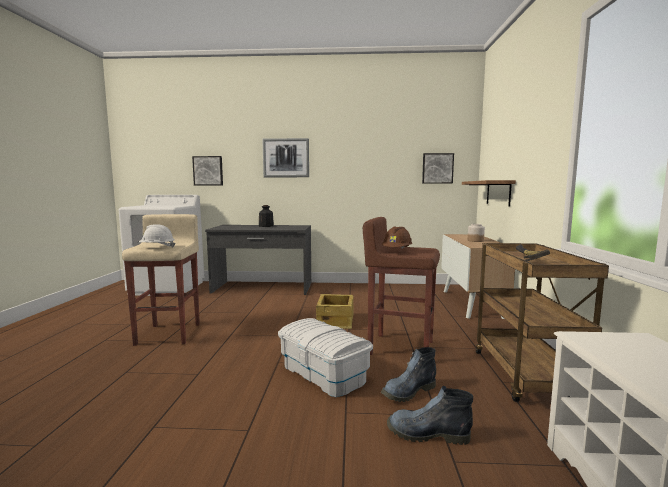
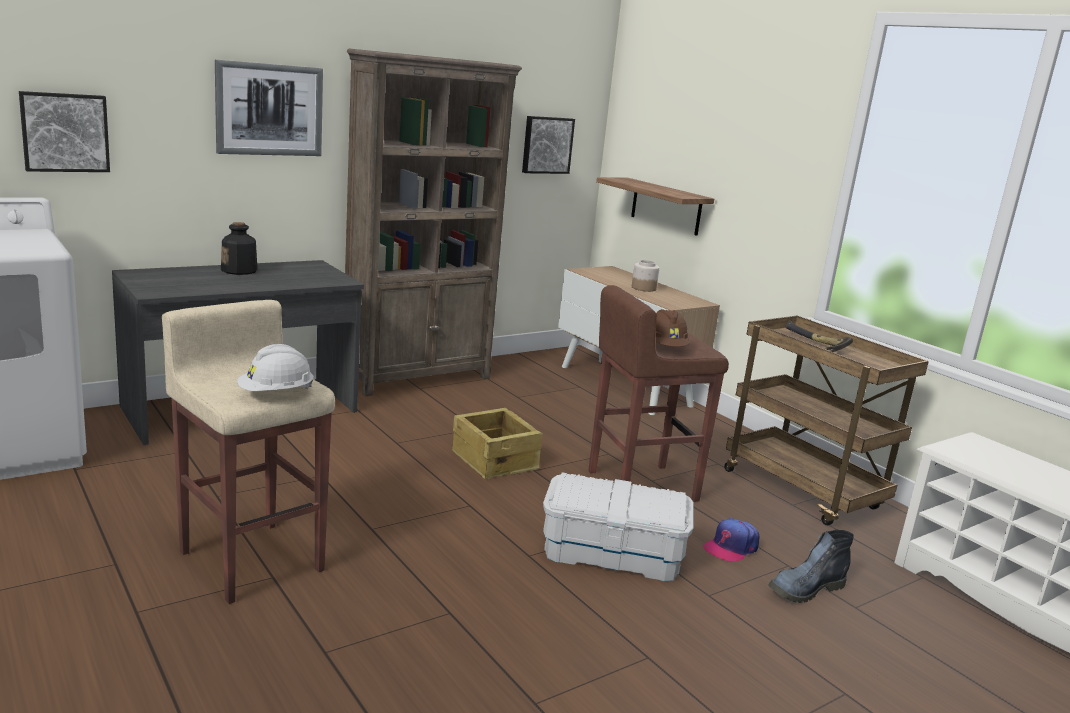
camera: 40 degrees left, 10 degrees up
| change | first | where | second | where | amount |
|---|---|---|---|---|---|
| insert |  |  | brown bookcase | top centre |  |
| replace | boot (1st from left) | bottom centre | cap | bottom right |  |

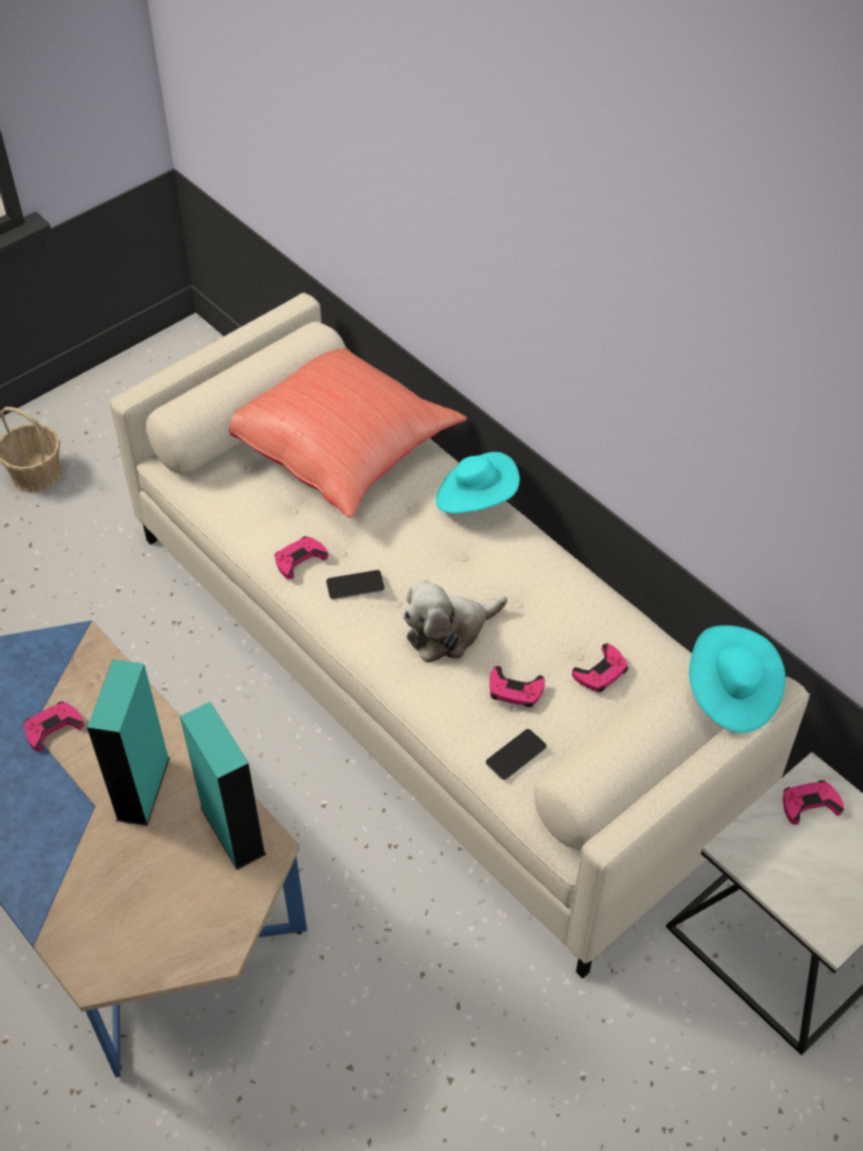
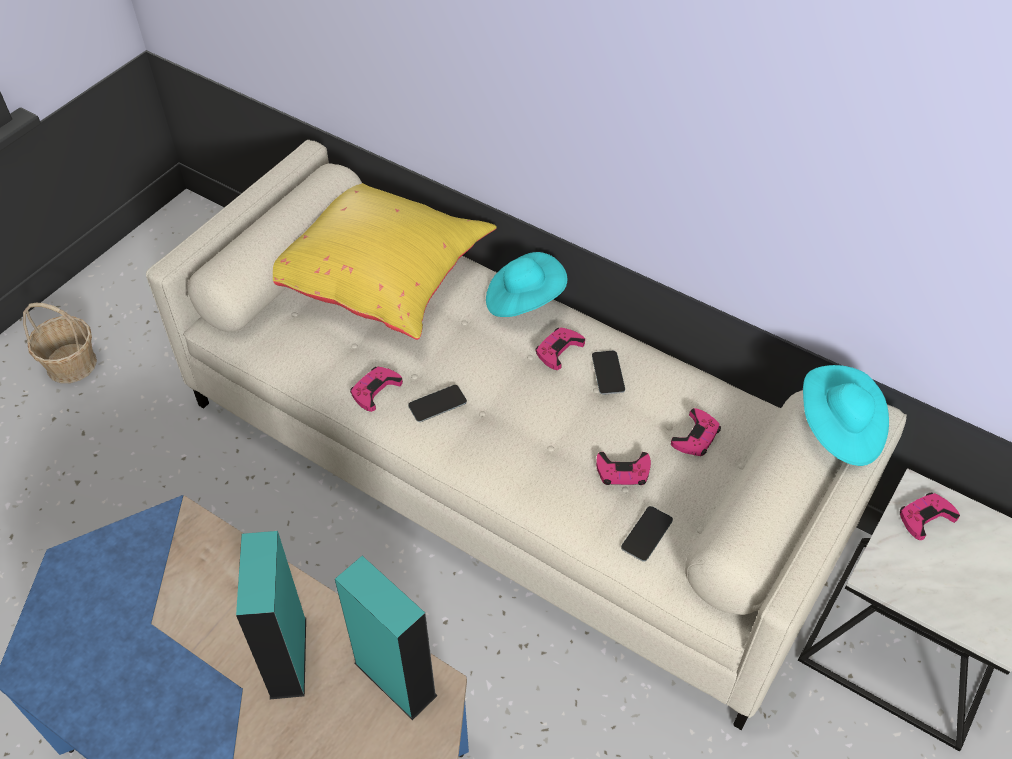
camera: 15 degrees left, 0 degrees up
| change | first | where | second | where | amount |
|---|---|---|---|---|---|
| delete | plush toy | centre |  |  |  |
| insert |  |  | phone (2nd from left) | centre |  |
| move | pink game controller (1st from left in the first image) | middle left | pink game controller (2nd from left) | centre |  |
| recolor | red pillow | centre | yellow pillow | centre |  |

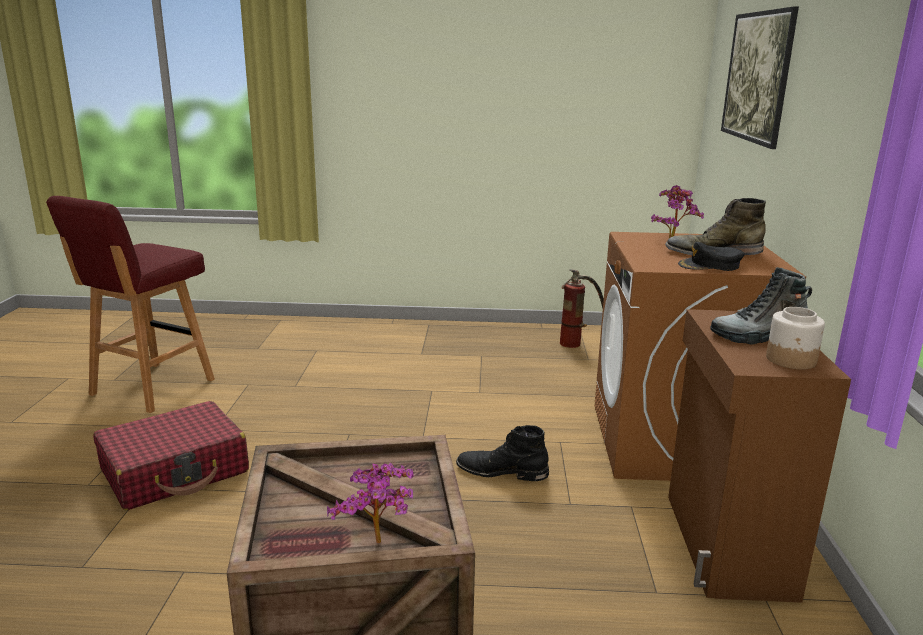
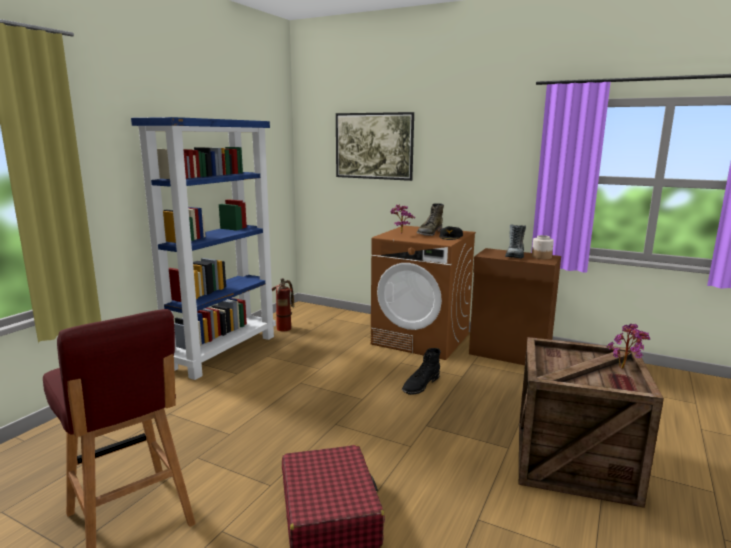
camera: 65 degrees left, 5 degrees down
| change | first | where | second | where | amount |
|---|---|---|---|---|---|
| insert |  |  | blue bookcase | middle left |  |

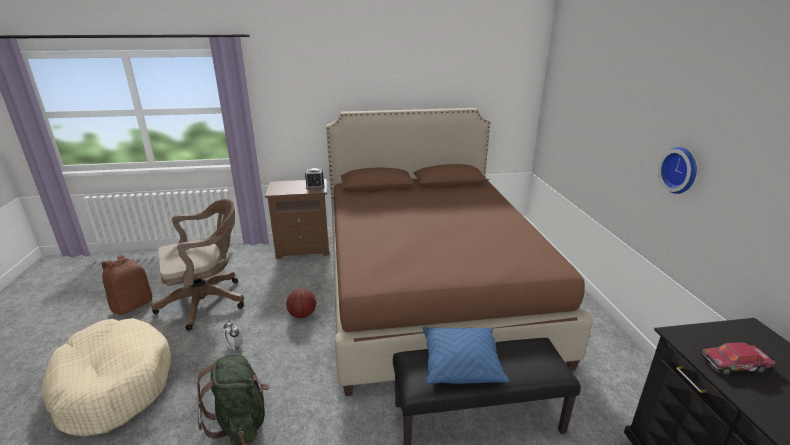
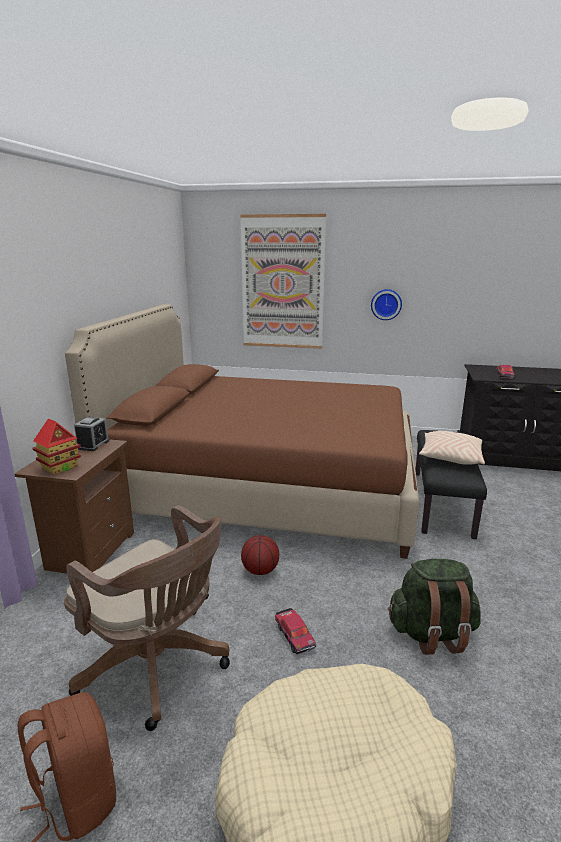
camera: 70 degrees left, 5 degrees down
| change | first | where | second | where | amount |
|---|---|---|---|---|---|
| insert |  |  | toy house | middle left |  |
| insert |  |  | picture | centre |  |
| replace | alarm clock (1st from left) | bottom left | toy car (1st from left) | bottom centre |  |
| recolor | blue pillow | bottom centre | beige pillow | middle right |  |
| rotate | brown office chair | middle left |  | bottom left | 135 degrees clockwise |

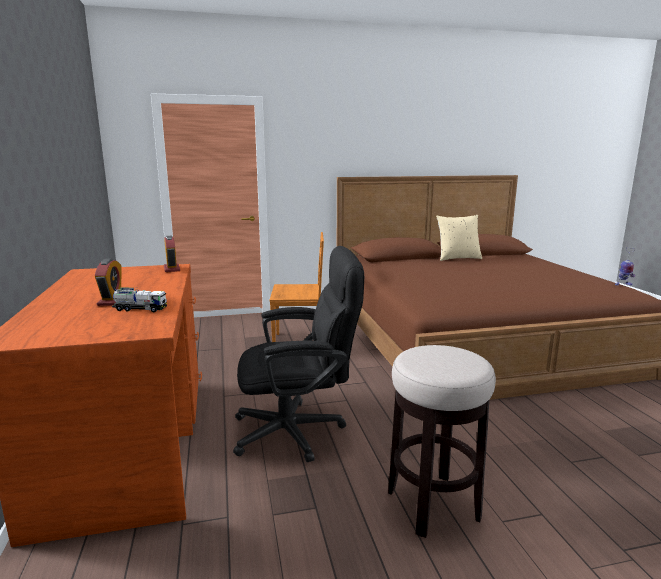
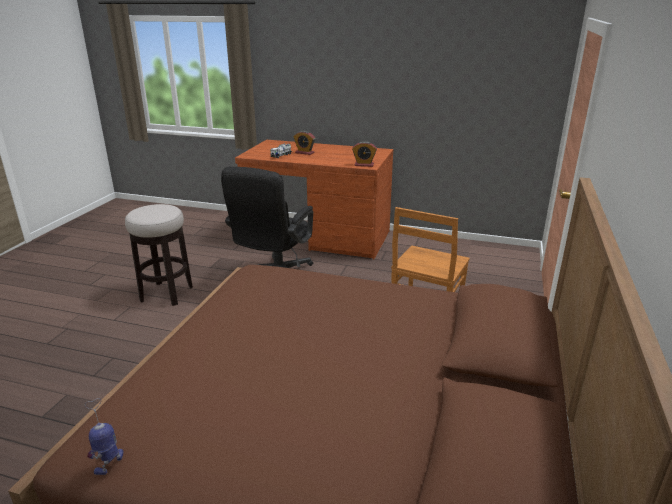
camera: 120 degrees right, 10 degrees up
| change | first | where | second | where | amount |
|---|---|---|---|---|---|
| delete | beige pillow | middle right |  |  |  |

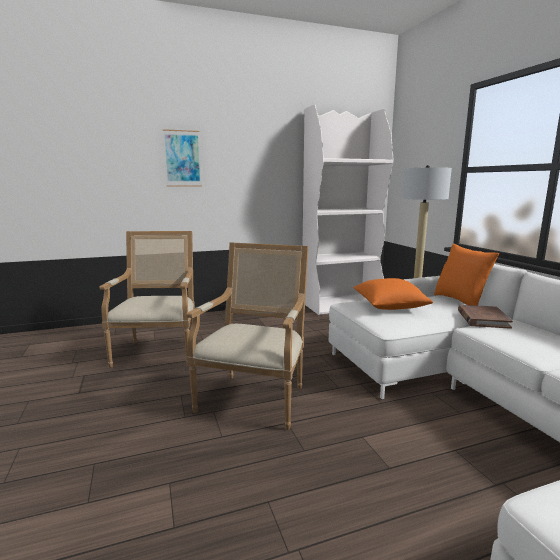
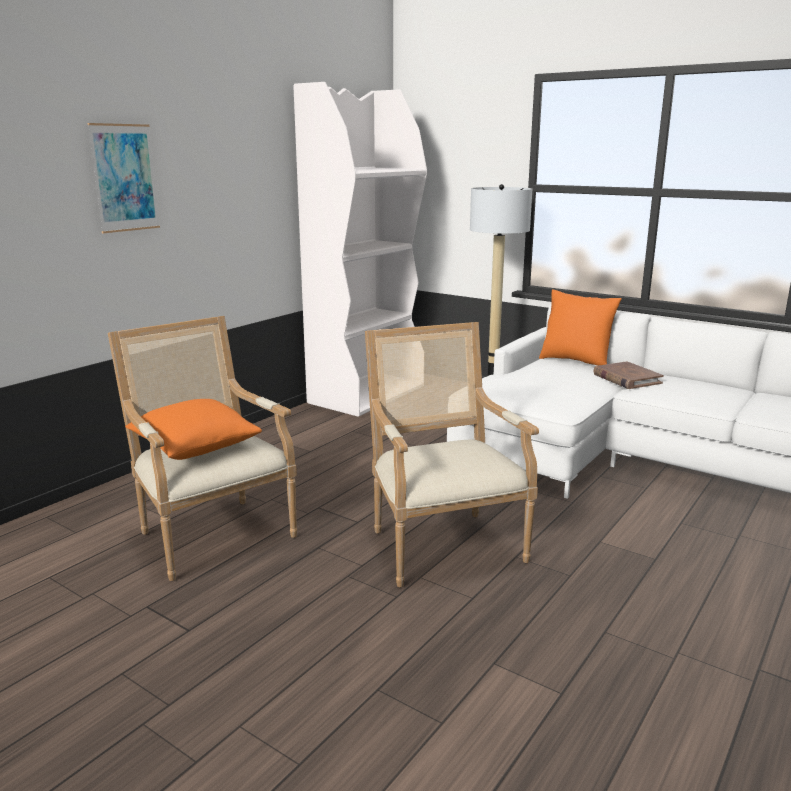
camera: 35 degrees left, 5 degrees up
| change | first | where | second | where | amount |
|---|---|---|---|---|---|
| move | orange pillow (1st from left) | middle right |  | middle left |  |

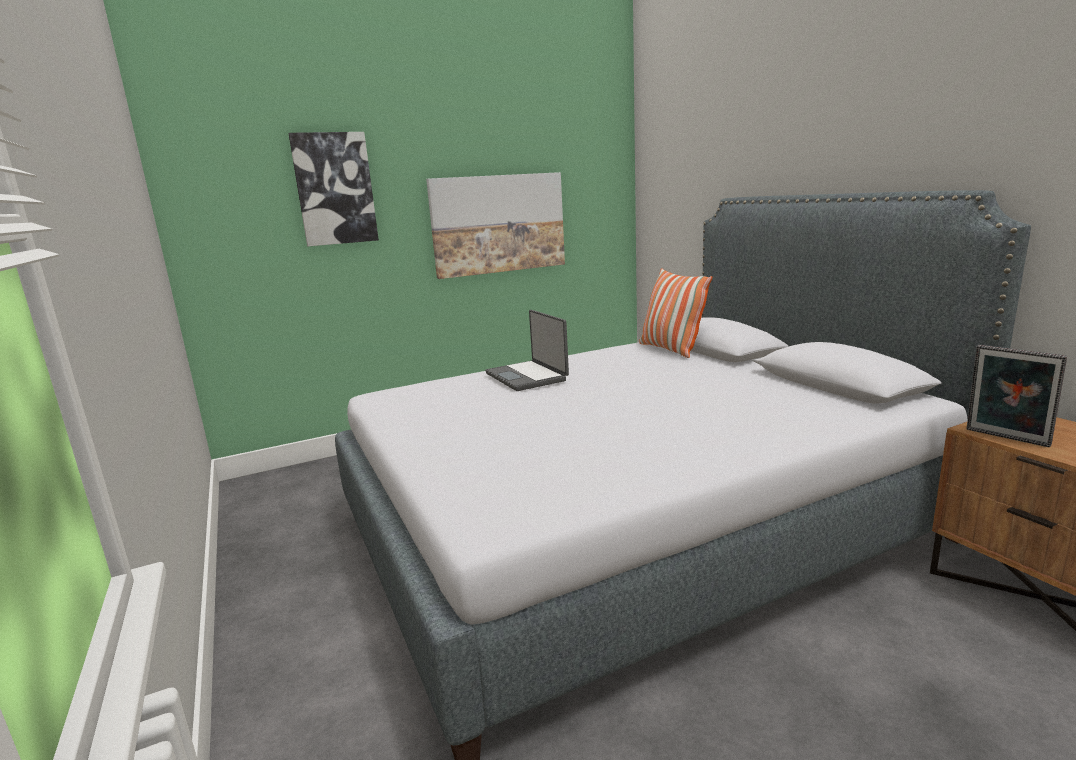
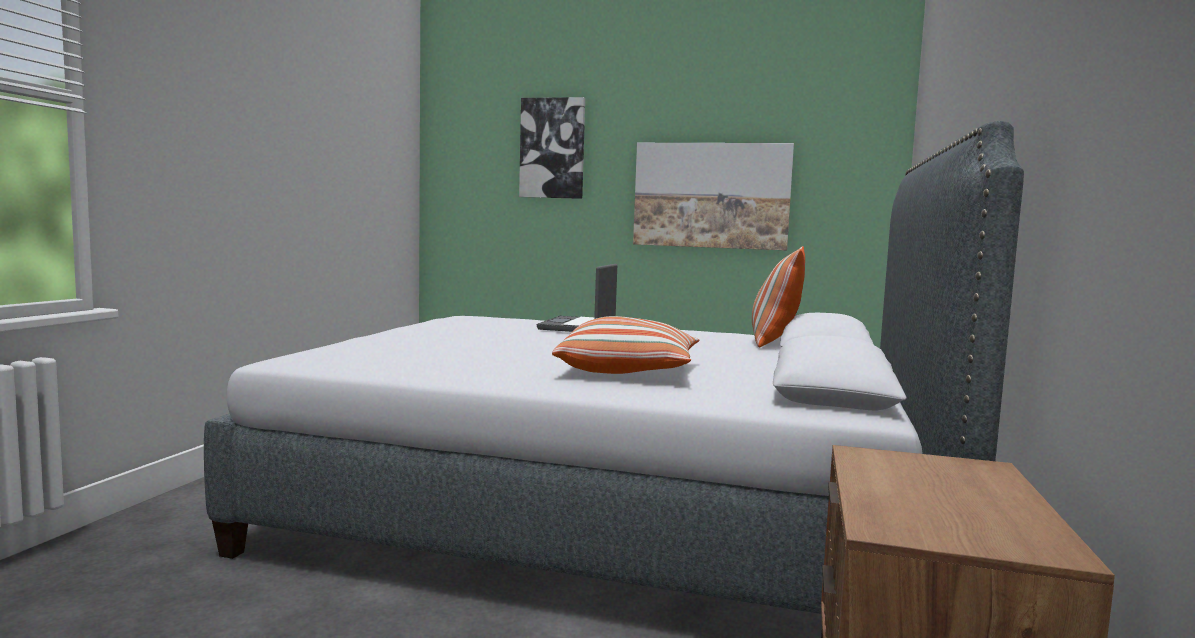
camera: 40 degrees right, 10 degrees down
| change | first | where | second | where | amount |
|---|---|---|---|---|---|
| delete | picture frame | middle right |  |  |  |
| insert |  |  | pillow (1st from left) | centre |  |

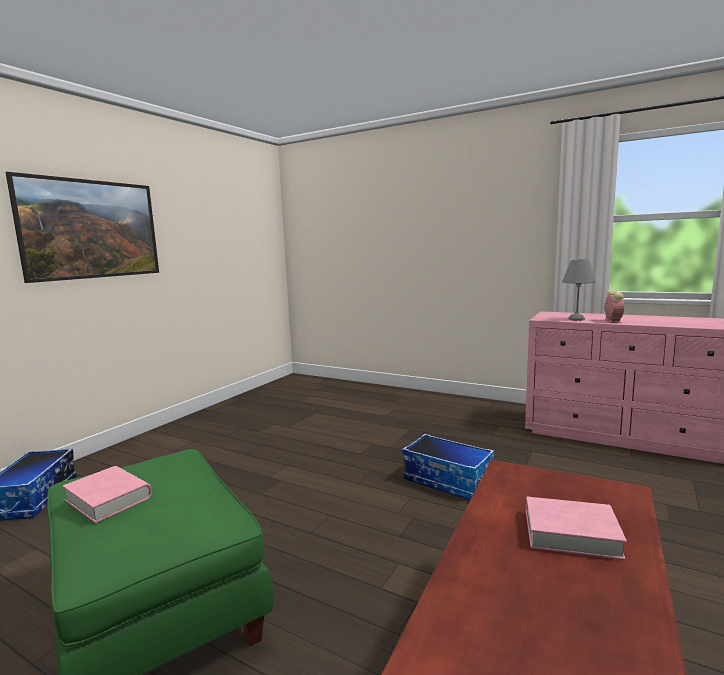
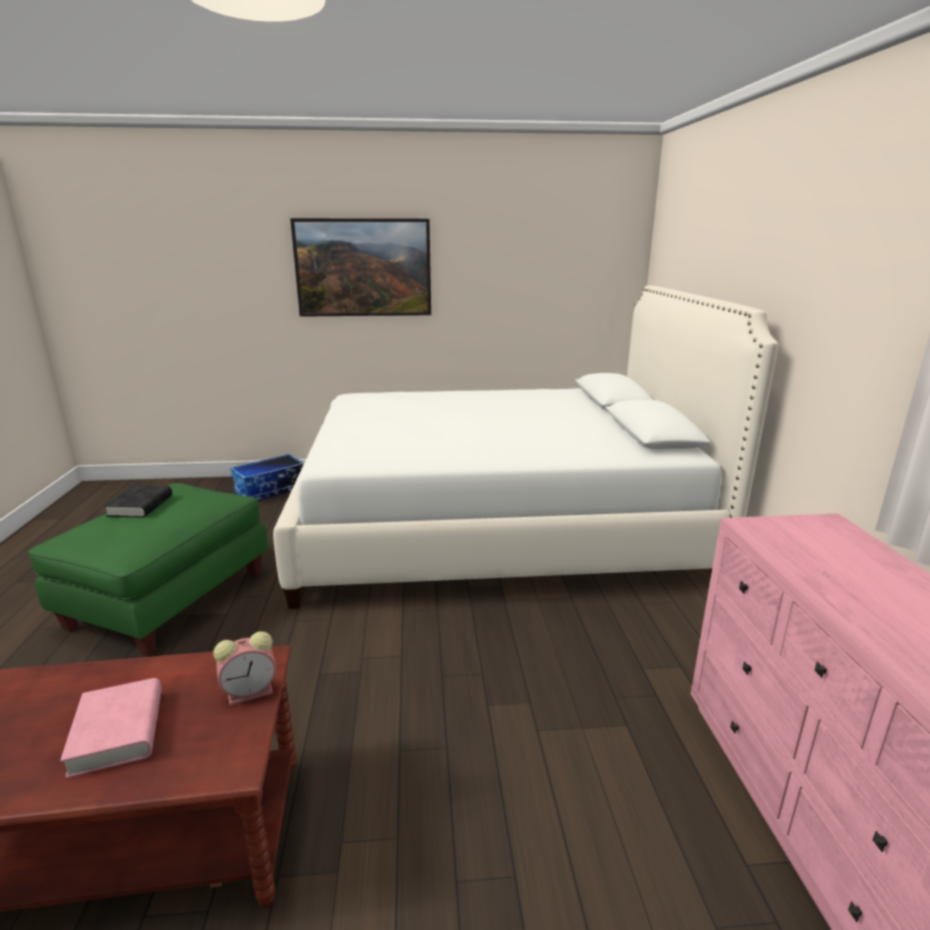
camera: 55 degrees right, 10 degrees up
| change | first | where | second | where | amount |
|---|---|---|---|---|---|
| delete | storage box (2nd from left) | bottom centre |  |  |  |
| delete | grey table lamp | middle right |  |  |  |
| insert |  |  | white bed | centre |  |
| move | alarm clock | middle right |  | bottom left |  |
| recolor | pink book (1st from left) | bottom left | black book | middle left |  |

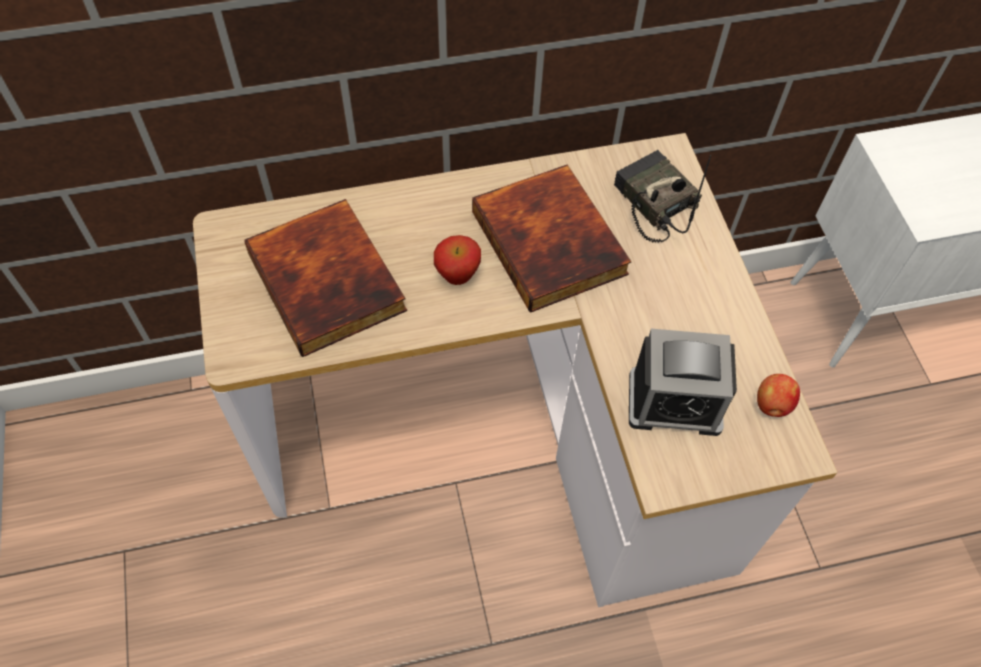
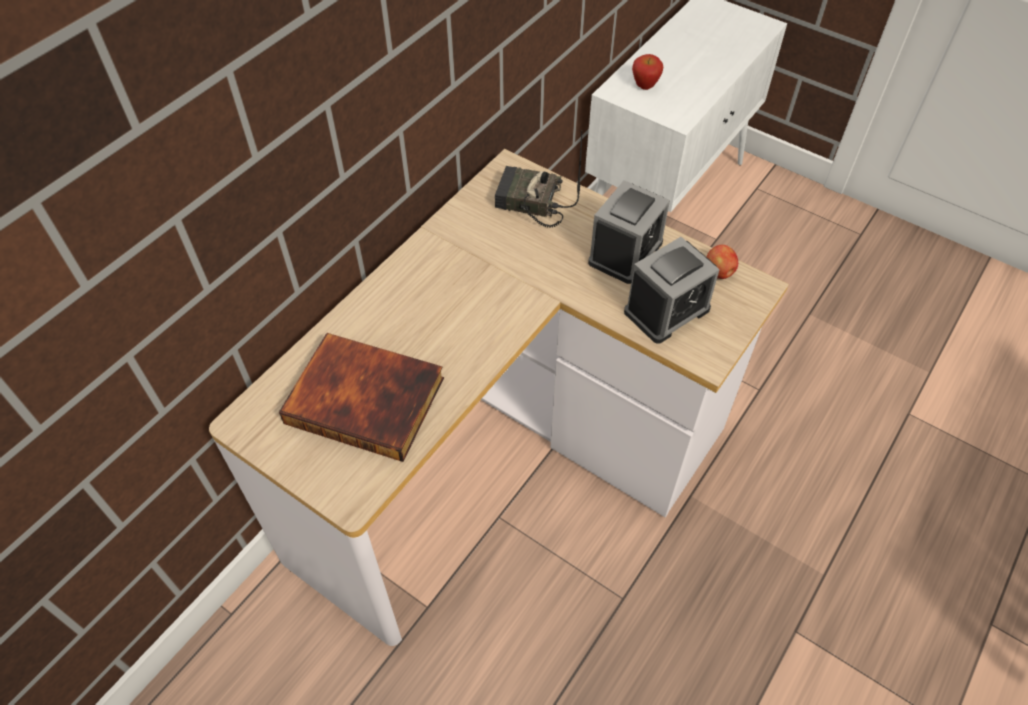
camera: 40 degrees left, 5 degrees down
| change | first | where | second | where | amount |
|---|---|---|---|---|---|
| delete | book (2nd from left) | centre |  |  |  |
| insert |  |  | alarm clock (1st from left) | top centre |  |
| move | apple (1st from left) | centre |  | top centre |  |

